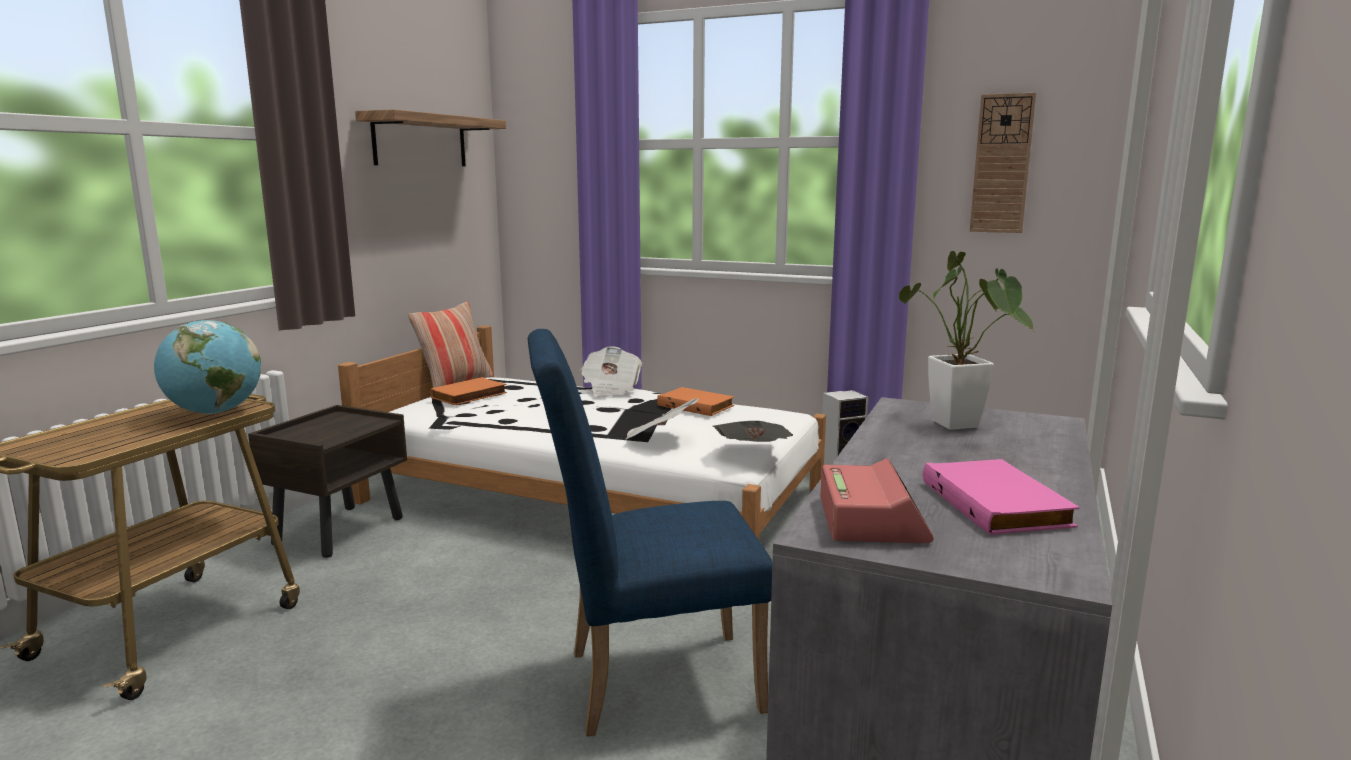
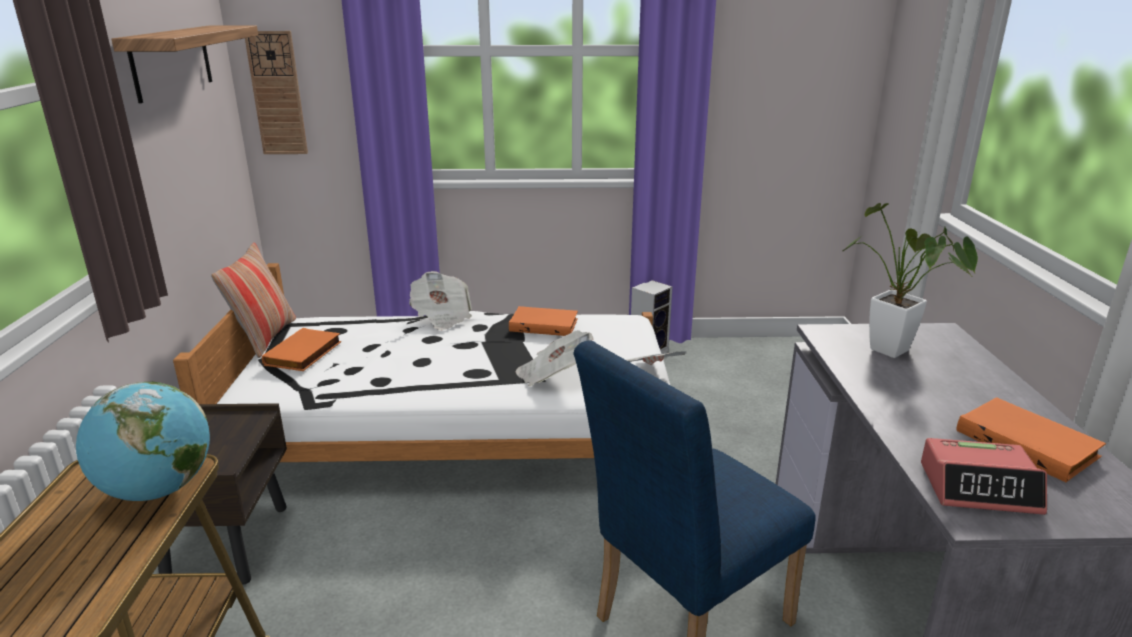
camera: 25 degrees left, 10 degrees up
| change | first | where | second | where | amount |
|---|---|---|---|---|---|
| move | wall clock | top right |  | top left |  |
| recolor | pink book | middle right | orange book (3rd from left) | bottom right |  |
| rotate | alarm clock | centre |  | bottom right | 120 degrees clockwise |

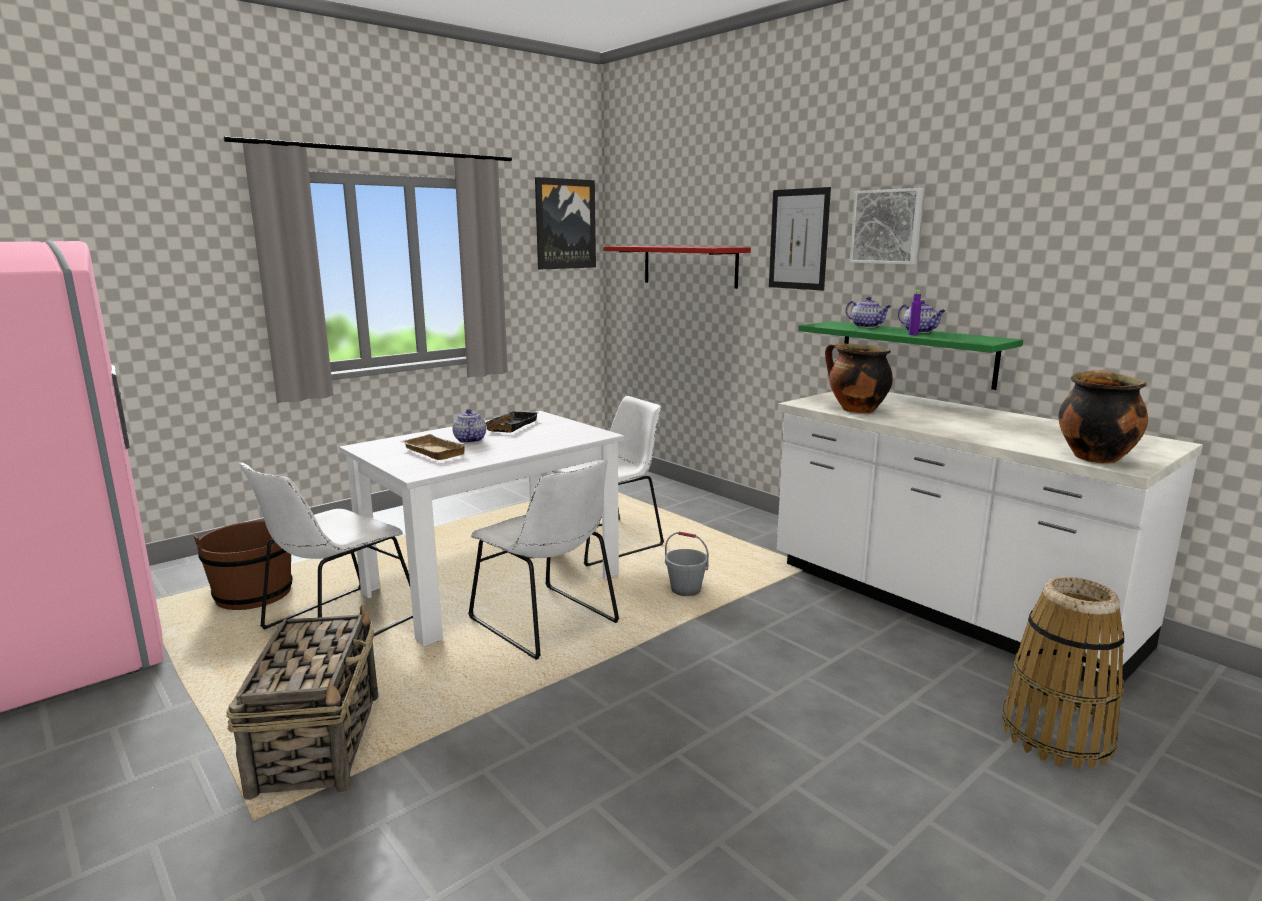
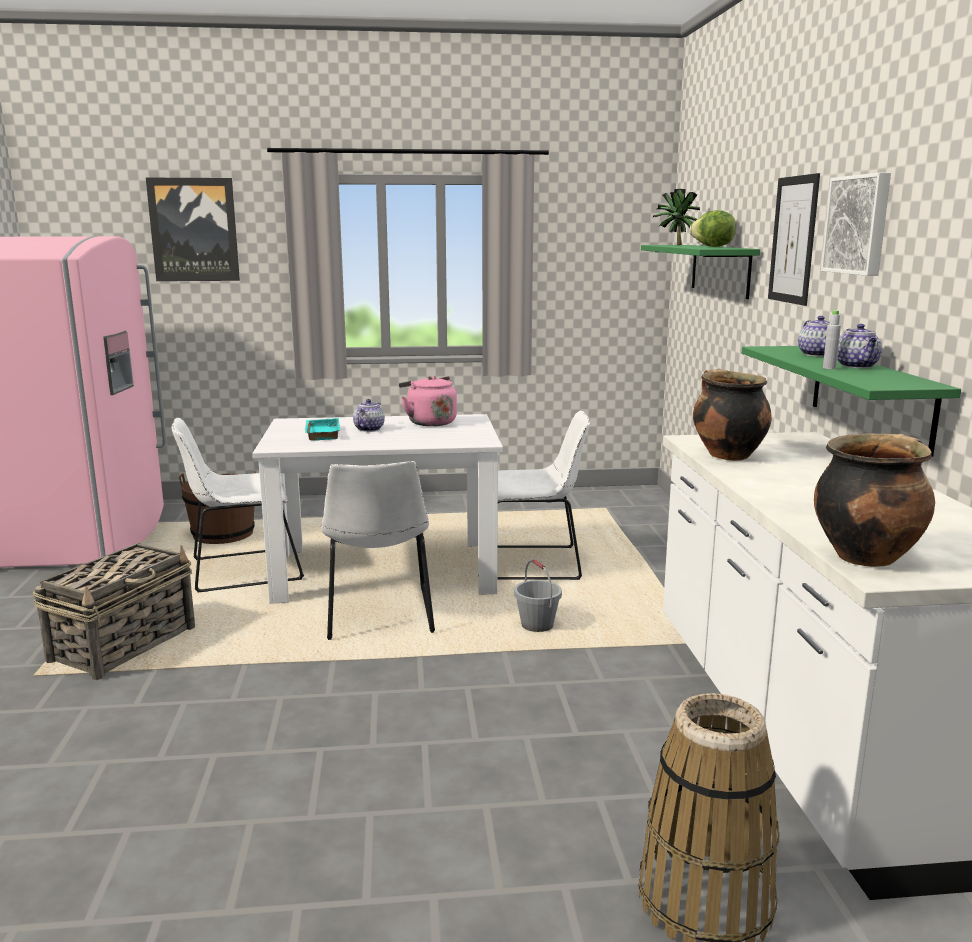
camera: 35 degrees right, 0 degrees up
| change | first | where | second | where | amount |
|---|---|---|---|---|---|
| insert |  |  | potted plant | top right |  |
| insert |  |  | lettuce | top right |  |
| move | picture (1st from left) | top centre |  | top left |  |
| replace | black tray | centre | pink kettle | centre |  |
| recolor | beige tray | centre | turquoise tray | middle left |  |
| recolor | red shelf | top centre | green shelf (1st from left) | top right |  |
| recolor | purple bottle | middle right | grey bottle | middle right |  |

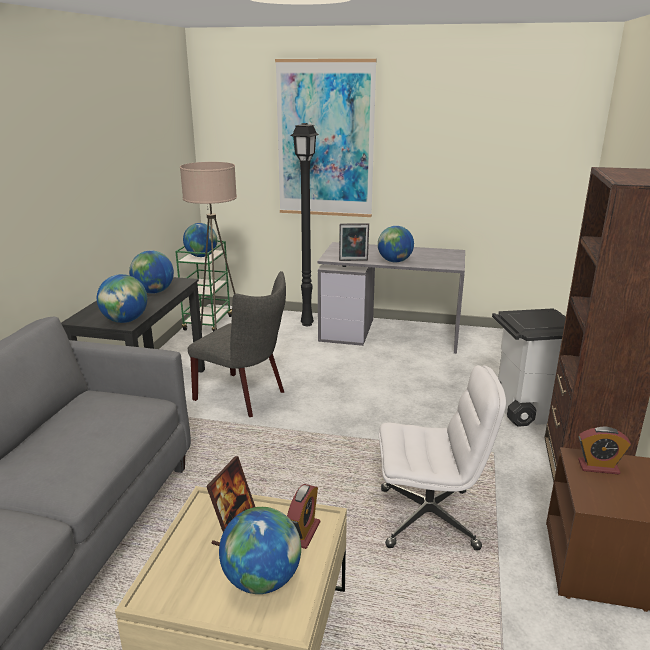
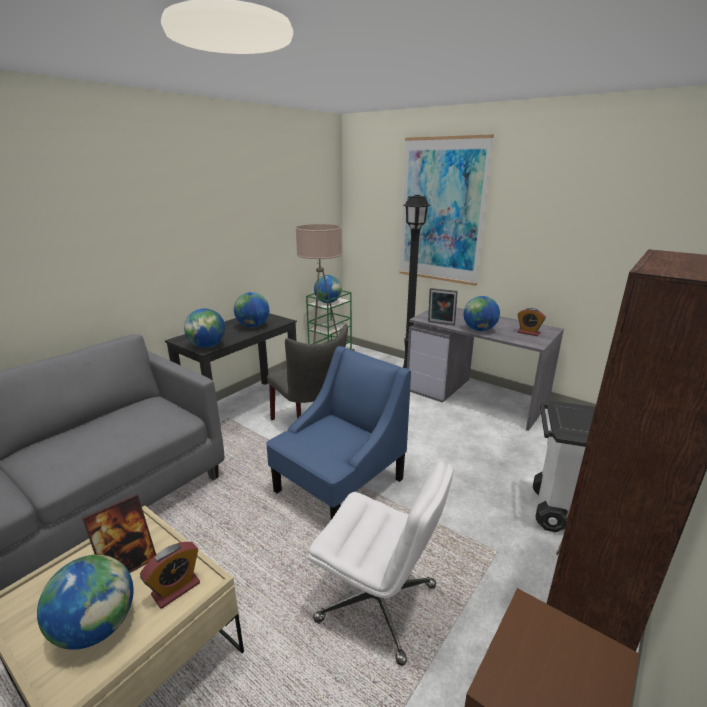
camera: 25 degrees right, 0 degrees up
| change | first | where | second | where | amount |
|---|---|---|---|---|---|
| insert |  |  | blue armchair | centre |  |
| move | alarm clock (2nd from left) | bottom right |  | middle right |  |

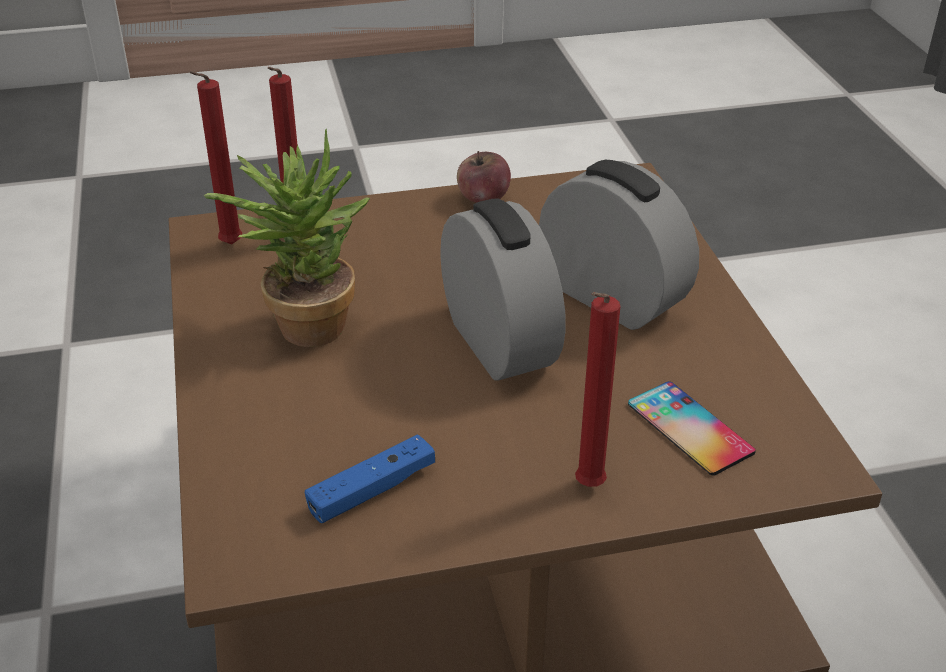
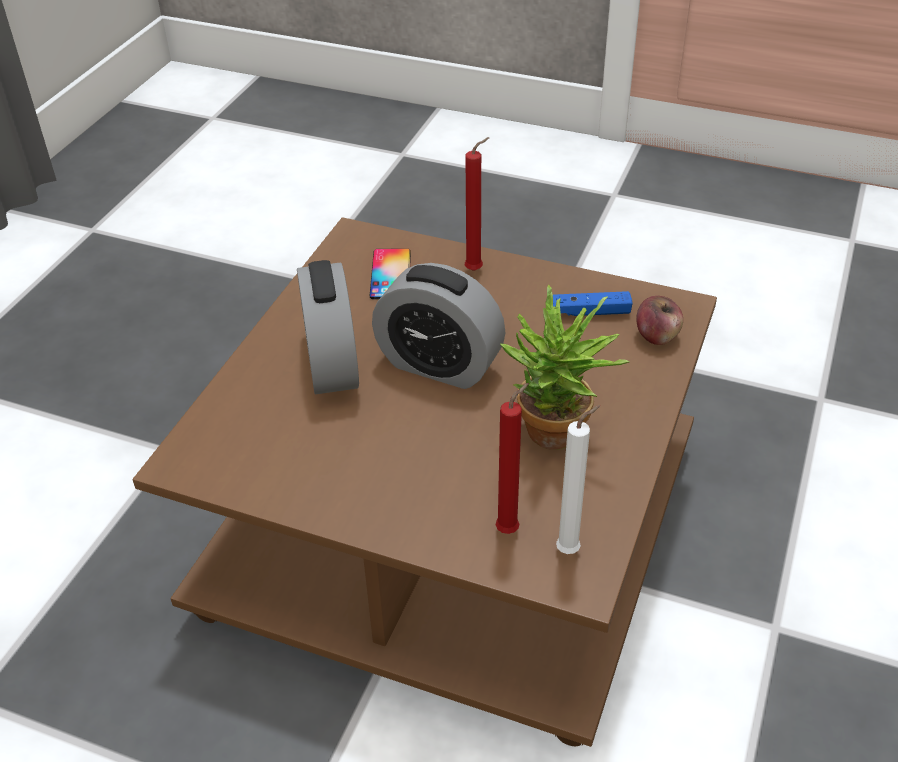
camera: 145 degrees left, 5 degrees up
| change | first | where | second | where | amount |
|---|---|---|---|---|---|
| move | apple | top centre |  | middle right |  |
| recolor | red candle (1st from left) | top left | white candle | centre |  |
| rotate | alarm clock (1st from left in the first image) | centre | alarm clock (2nd from left) | centre | 75 degrees counterclockwise |

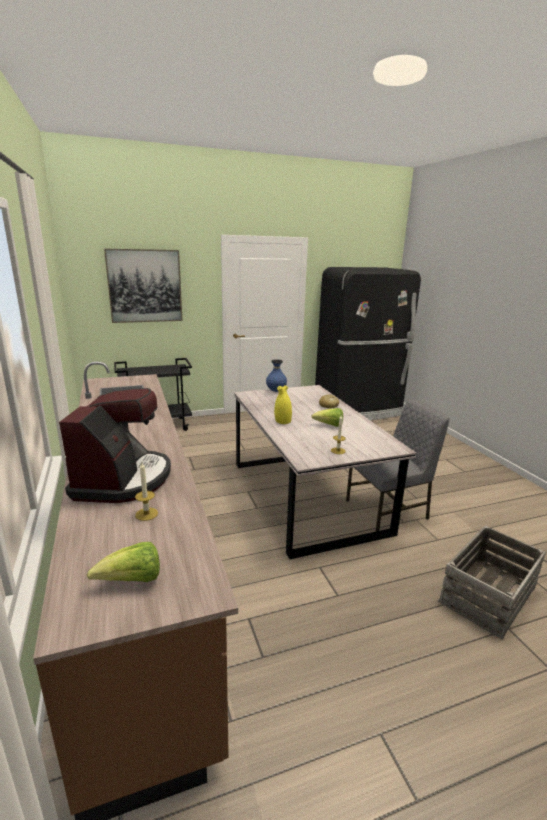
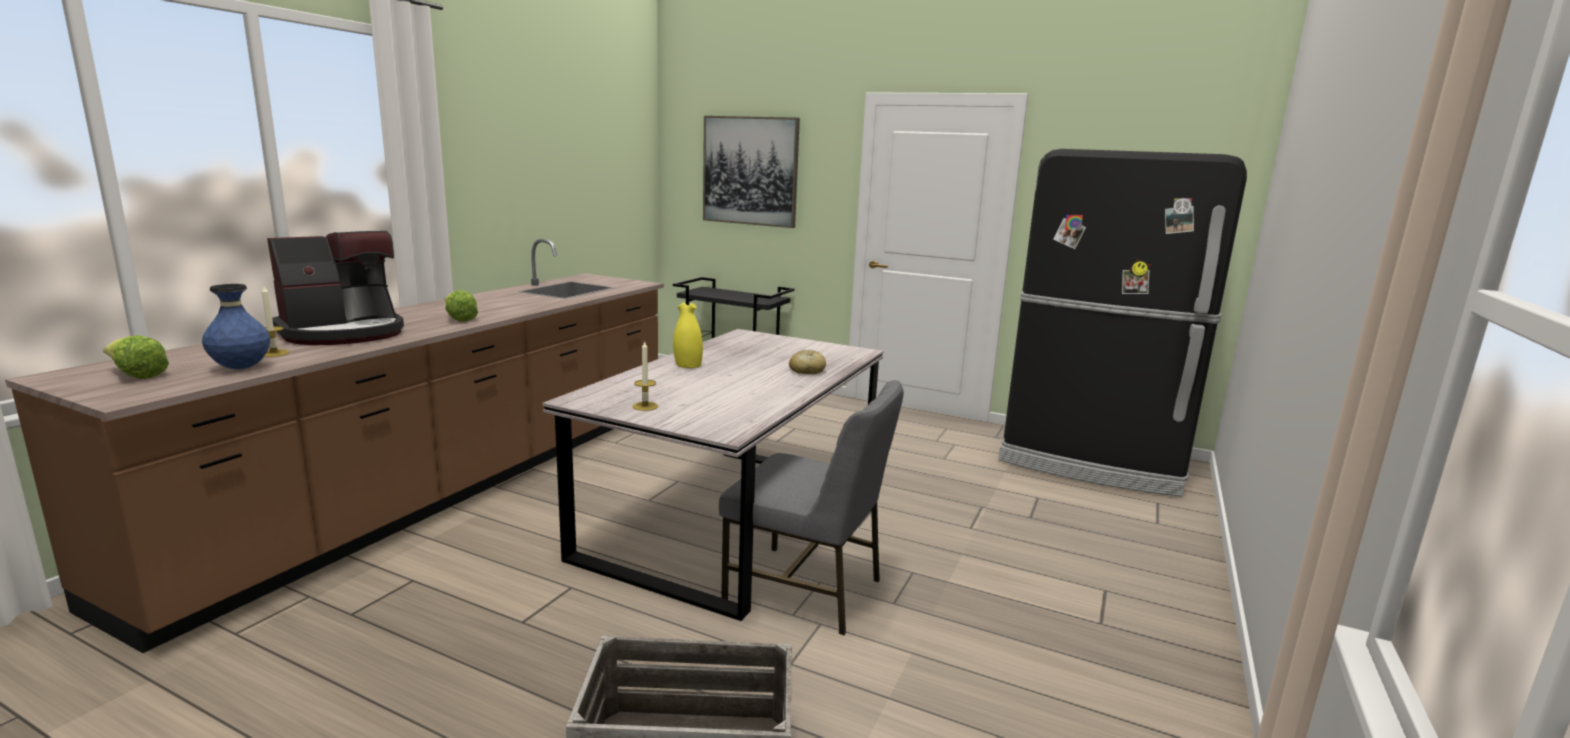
camera: 45 degrees right, 5 degrees down
| change | first | where | second | where | amount |
|---|---|---|---|---|---|
| move | blue vase | centre |  | middle left |  |
| move | lettuce (2nd from left) | centre |  | middle left |  |

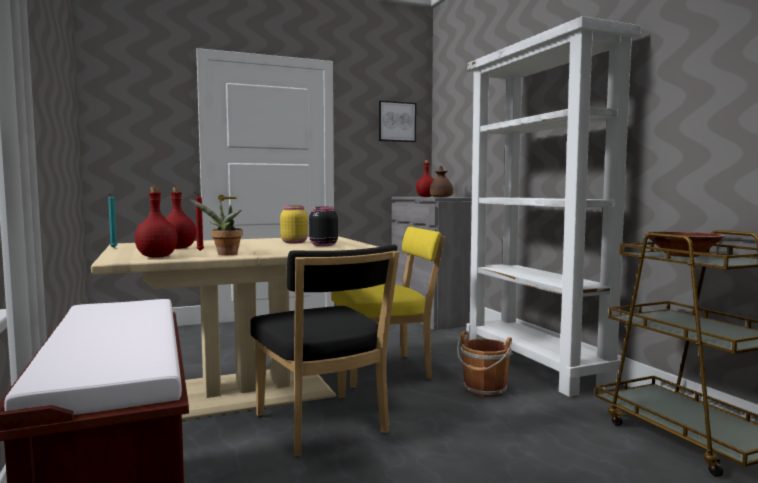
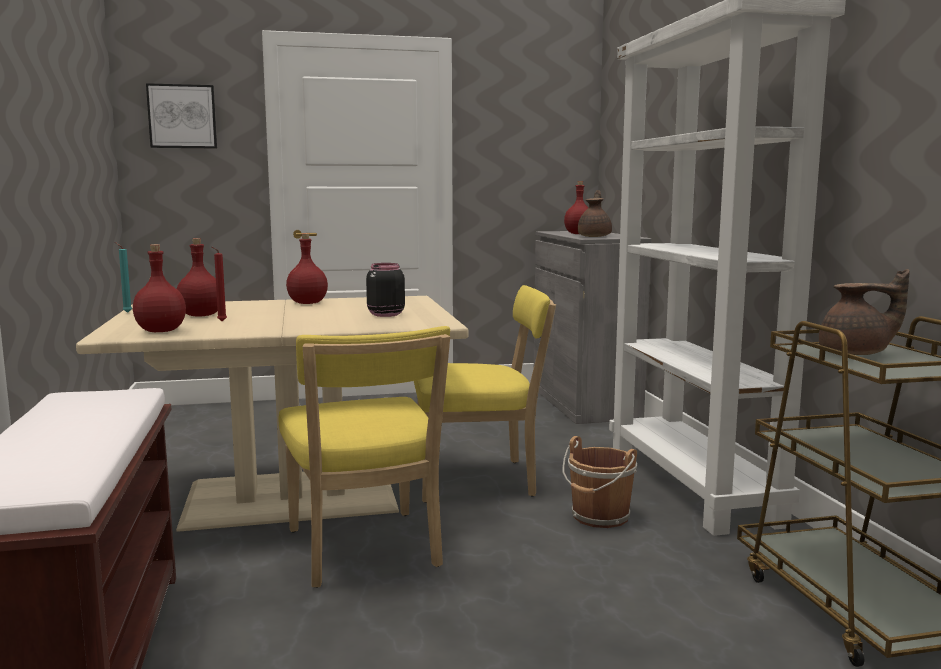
camera: 10 degrees right, 5 degrees up
| change | first | where | second | where | amount |
|---|---|---|---|---|---|
| delete | potted plant | middle left |  |  |  |
| delete | yellow jar | centre |  |  |  |
| insert |  |  | red bottle (3rd from left) | middle left |  |
| move | picture | top centre |  | top left |  |
| replace | brown bowl | middle right | brown teapot (2nd from left) | middle right |  |
| recolor | black chair | bottom centre | yellow chair (1st from left) | bottom centre |  |

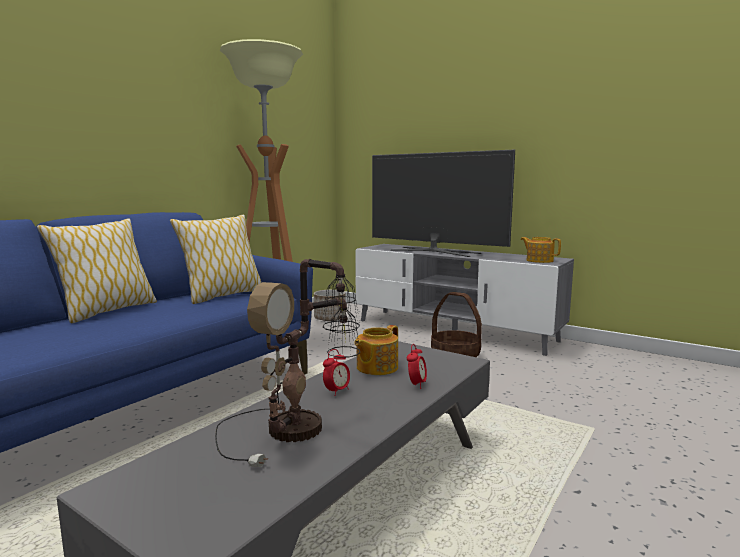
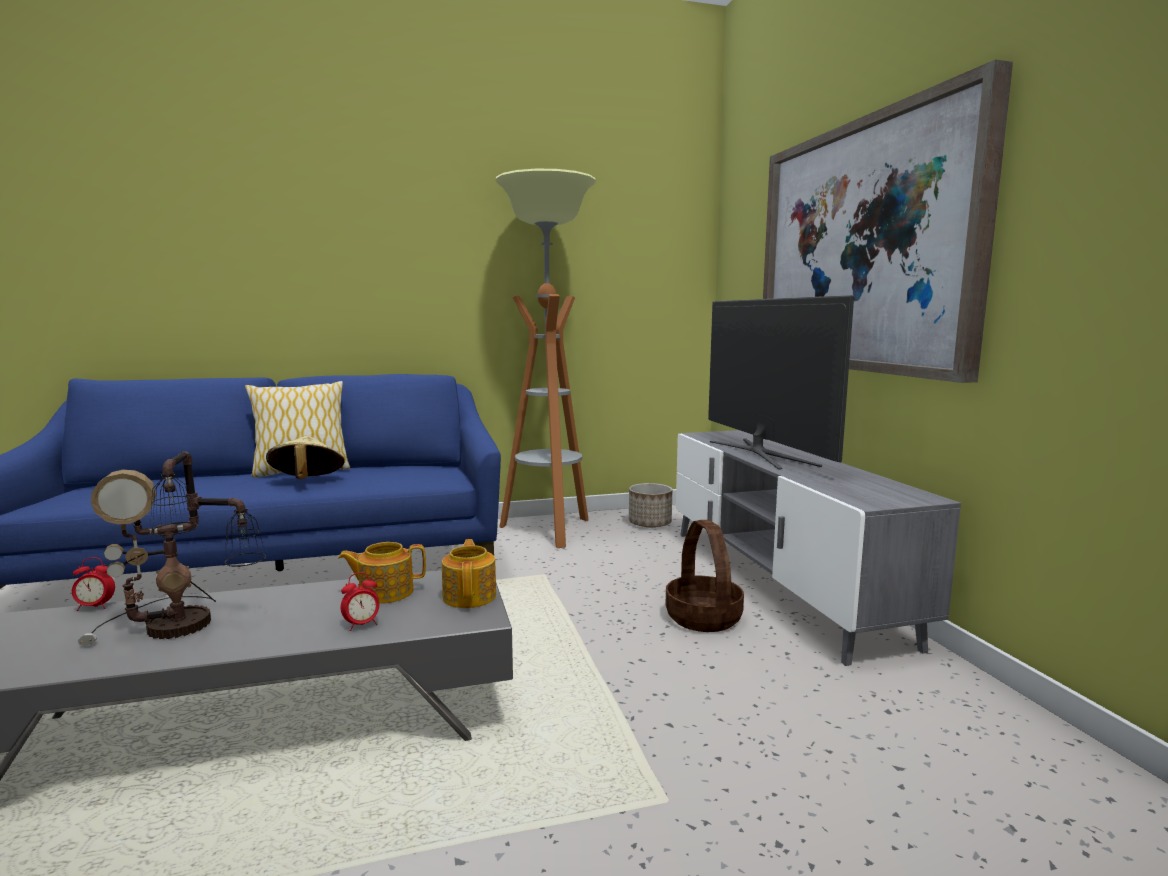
camera: 40 degrees right, 0 degrees up
| change | first | where | second | where | amount |
|---|---|---|---|---|---|
| delete | pillow (2nd from left) | middle left |  |  |  |
| insert |  |  | beige hat | middle left |  |
| insert |  |  | picture | top right |  |
| move | alarm clock (1st from left) | bottom centre |  | bottom left |  |
| move | teapot (2nd from left) | middle right |  | centre |  |

